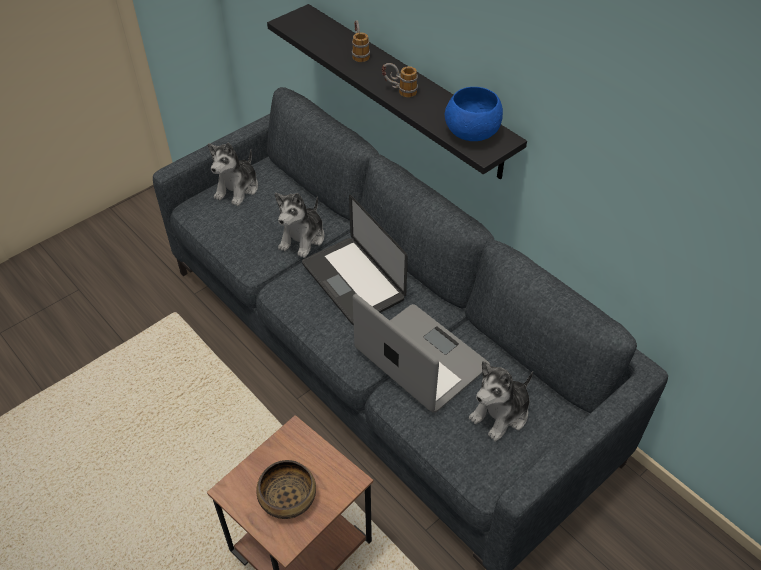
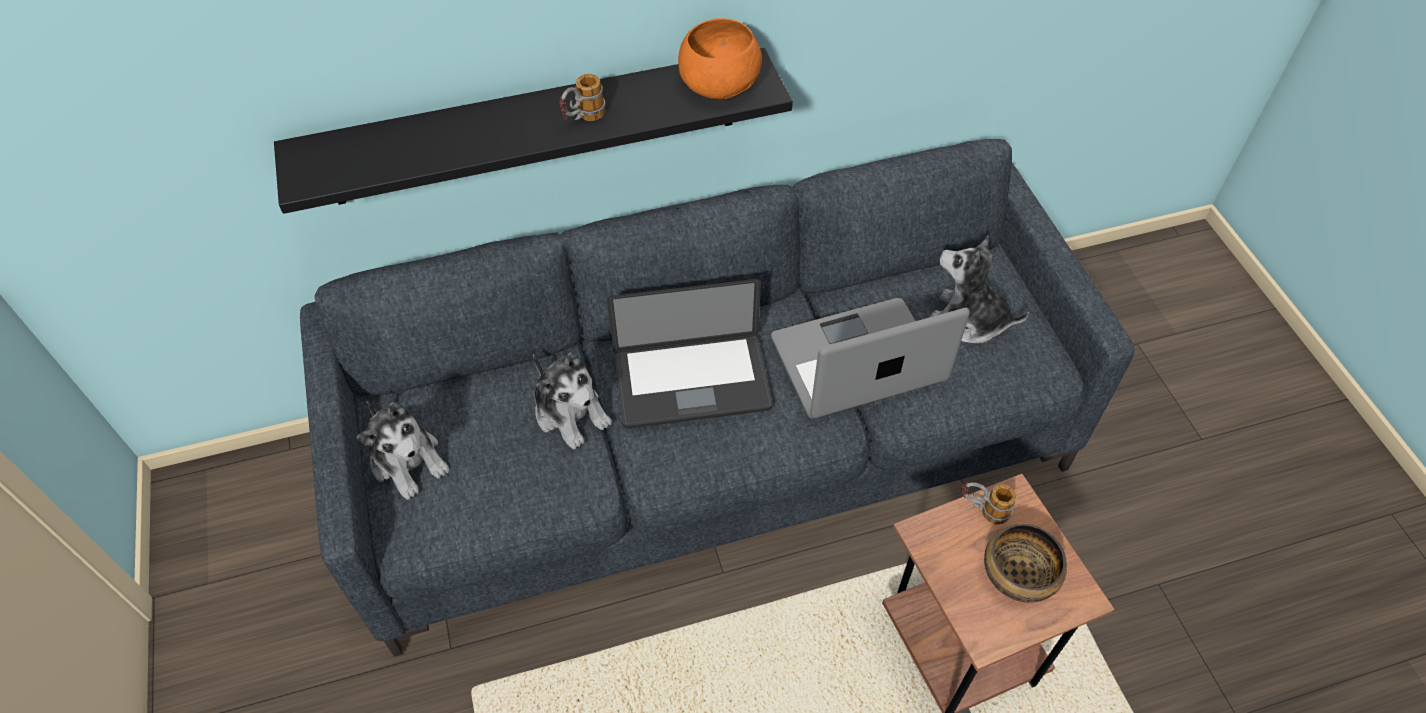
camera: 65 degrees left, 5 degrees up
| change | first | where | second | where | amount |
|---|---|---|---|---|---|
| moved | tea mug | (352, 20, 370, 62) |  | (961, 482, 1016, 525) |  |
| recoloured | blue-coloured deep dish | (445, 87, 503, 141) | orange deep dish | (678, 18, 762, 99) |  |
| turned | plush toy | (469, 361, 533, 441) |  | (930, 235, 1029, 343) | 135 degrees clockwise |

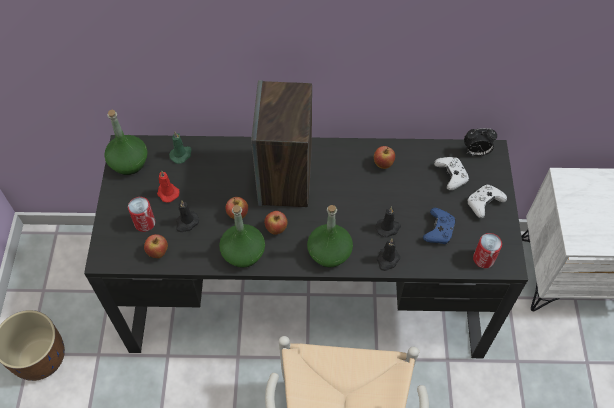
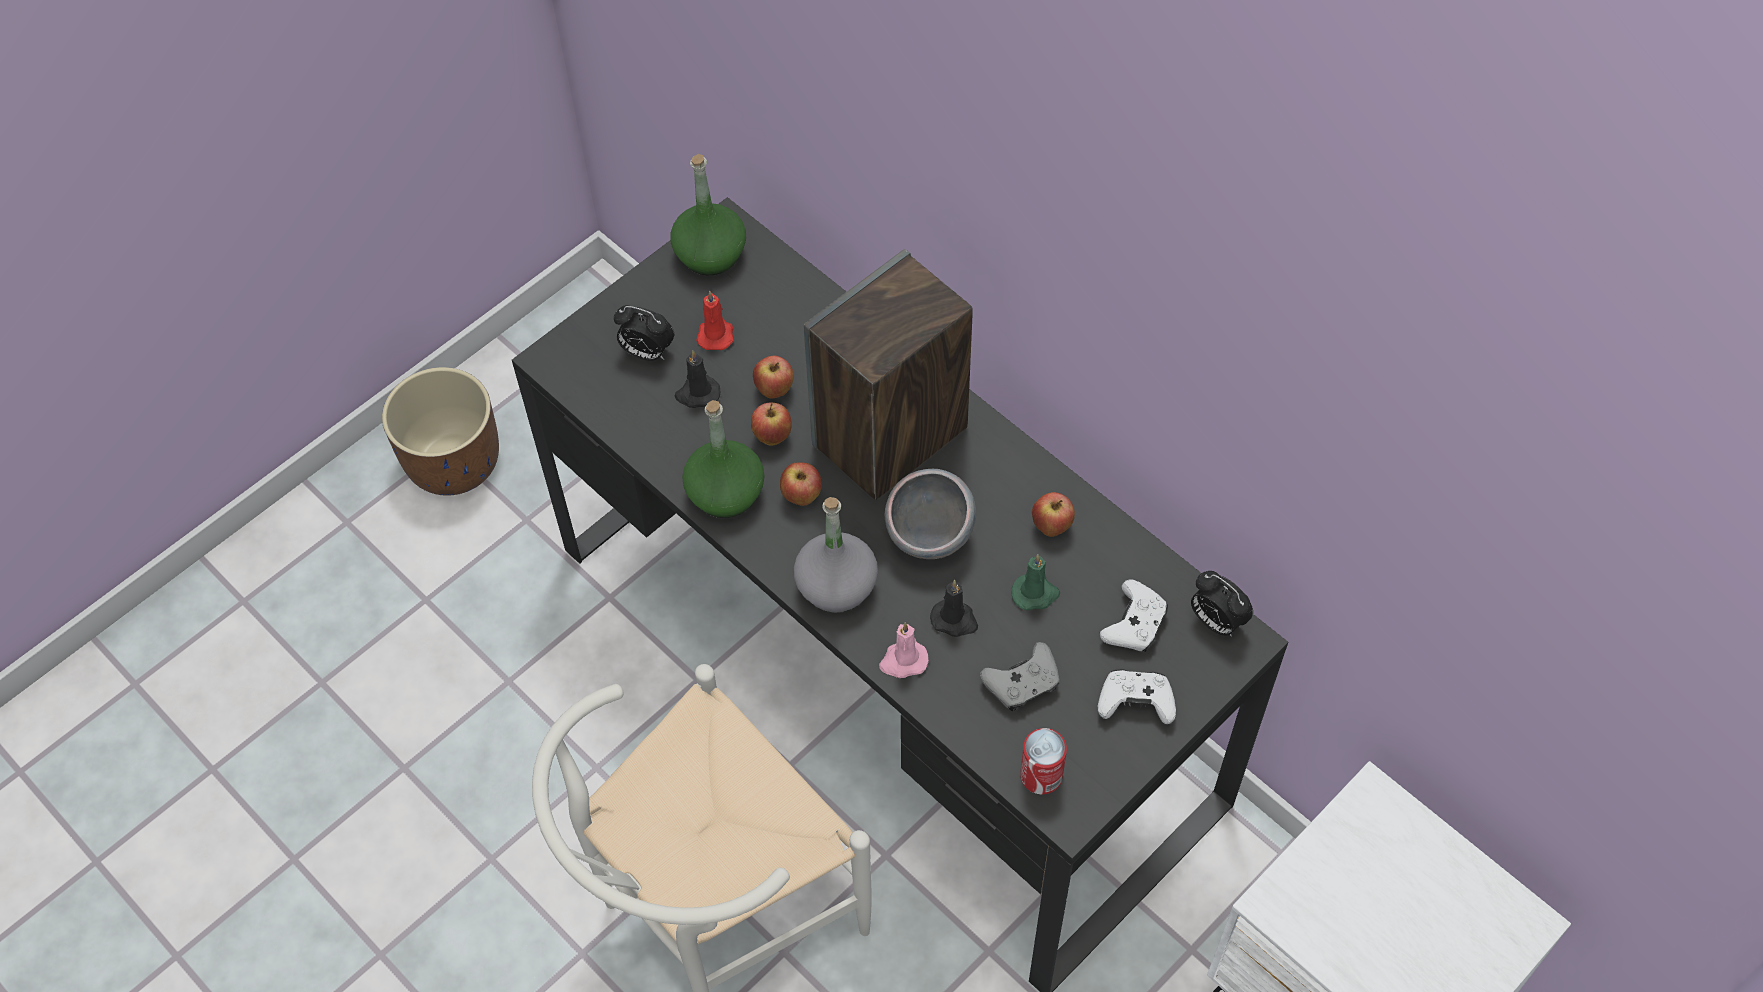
camera: 45 degrees right, 0 degrees up
| change | first | where | second | where | amount |
|---|---|---|---|---|---|
| moved | green-coloured wax light | (169, 132, 192, 164) |  | (1011, 554, 1060, 611) |  |
| replaced | sealed can | (128, 197, 155, 232) | table clock | (614, 305, 674, 361) |  |
| recoloured | green-coloured drink bottle | (307, 205, 353, 267) | gray drink bottle | (794, 497, 878, 613) |  |
| recoloured | blue-coloured gamepad | (423, 208, 456, 244) | gray gamepad | (980, 642, 1059, 711) |  |
| moved | whole apple | (144, 234, 168, 258) |  | (753, 356, 794, 399) |  |
| recoloured | blackish wax light | (377, 239, 400, 271) | pinkish wax light | (879, 622, 929, 678) |  |
| added |  |  | gray deep dish | (885, 469, 976, 559) |  |

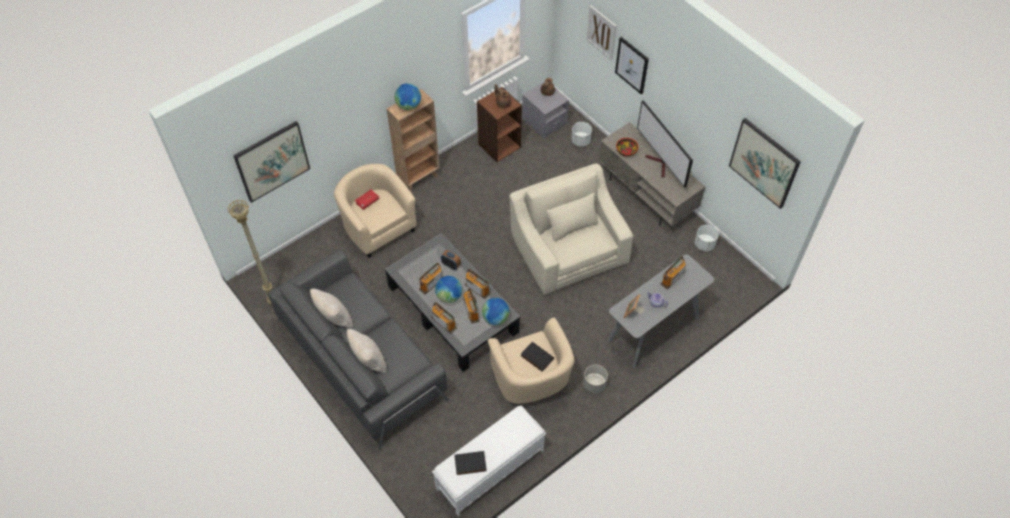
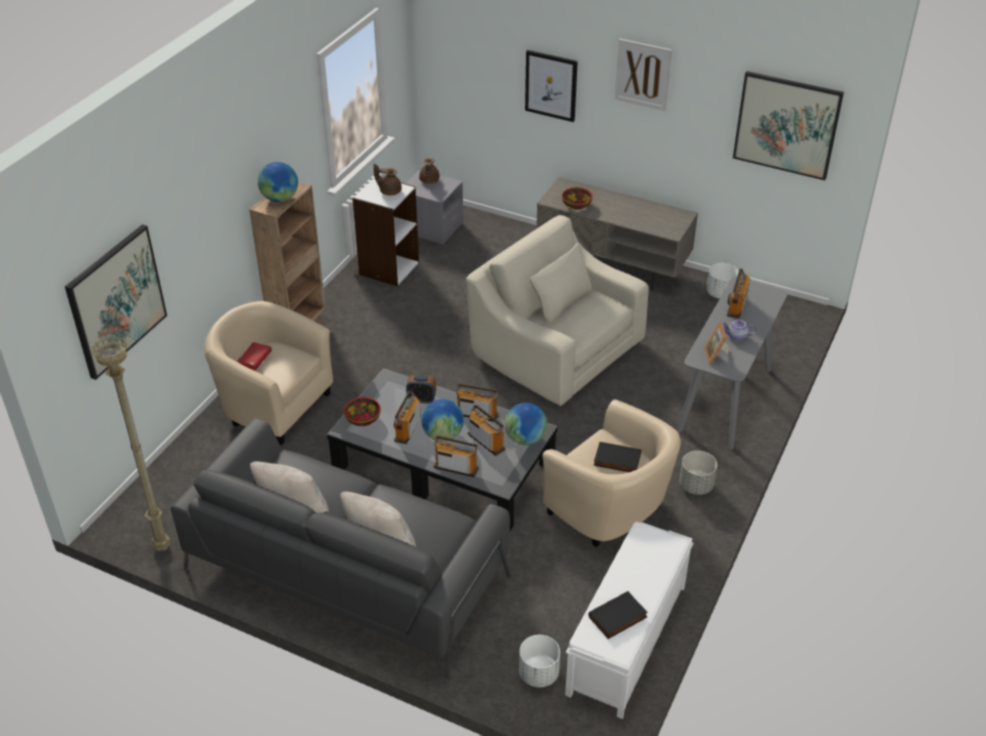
camera: 25 degrees left, 15 degrees down
| change | first | where | second | where | amount |
|---|---|---|---|---|---|
| moved | wall picture | (587, 5, 617, 60) |  | (615, 39, 672, 111) |  |
| recoloured | brown-coloured shelving unit | (477, 87, 522, 162) | white-coloured shelving unit | (352, 177, 419, 286) |  |
| removed | TV set | (637, 100, 693, 187) |  |  |  |
| moved | white-coloured flower pot | (571, 122, 592, 147) |  | (519, 635, 560, 687) |  |
| added |  |  | deep dish | (344, 397, 381, 426) |  |

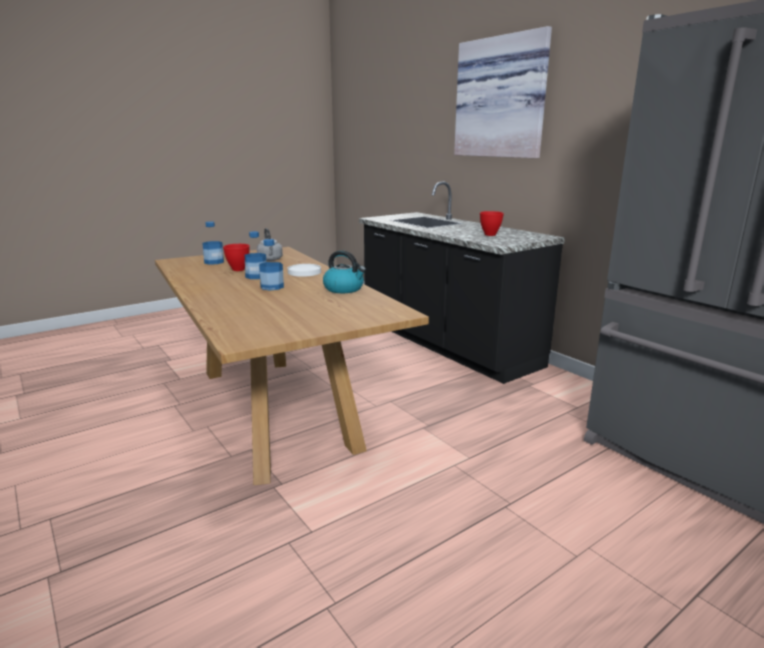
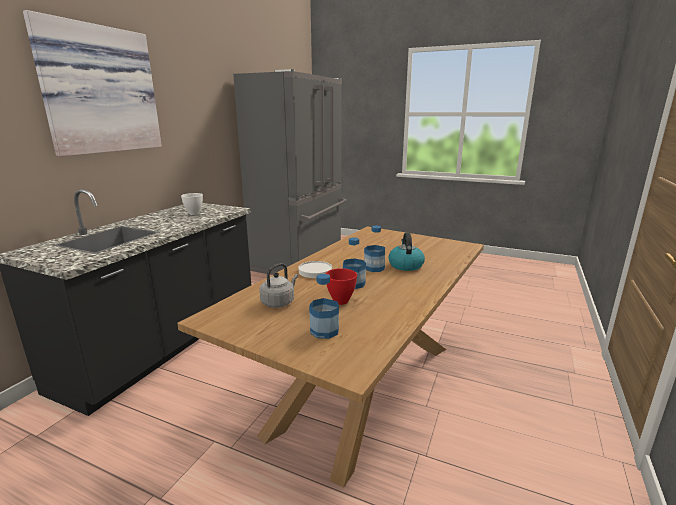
camera: 120 degrees left, 0 degrees up
| change | first | where | second | where | amount |
|---|---|---|---|---|---|
| recoloured | red deep dish | (480, 211, 504, 236) | white-coloured deep dish | (181, 193, 203, 215) |  |
| moved | kettle | (323, 250, 366, 293) |  | (389, 233, 425, 271) |  |

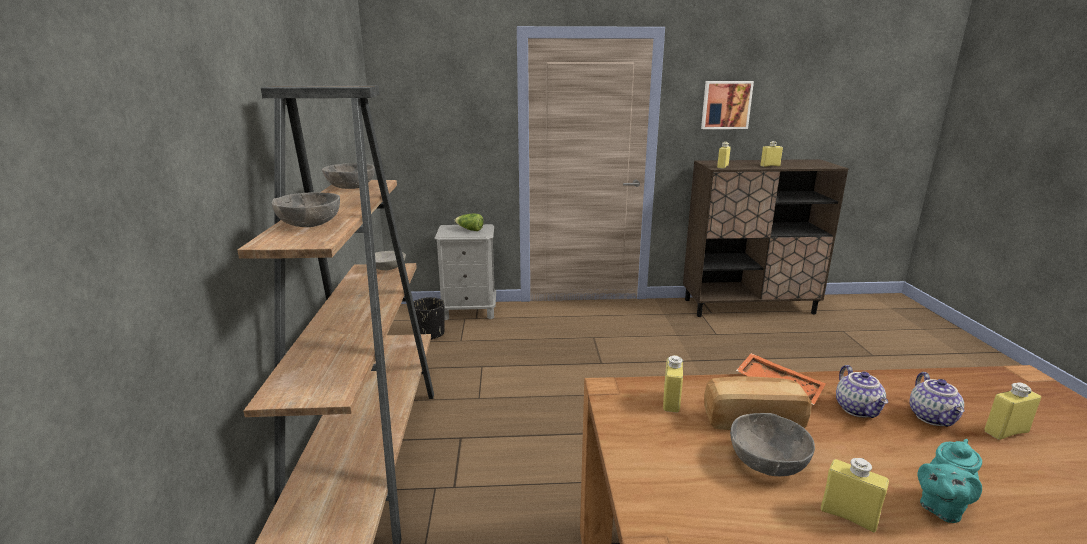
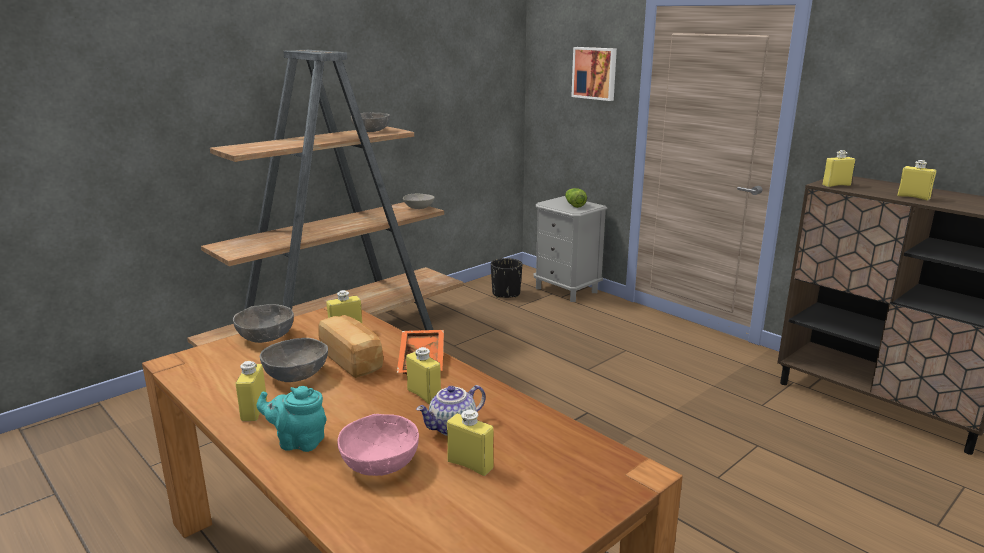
camera: 50 degrees right, 0 degrees up
| change | first | where | second | where | amount |
|---|---|---|---|---|---|
| moved | wall picture | (701, 81, 754, 129) |  | (571, 47, 617, 101) |  |
| moved | gray deep dish | (272, 192, 340, 227) |  | (233, 304, 294, 343) |  |
| replaced | pot for tea | (836, 365, 888, 418) | yellow drink bottle | (406, 347, 441, 404) |  |
| added |  |  | pinkish deep dish | (337, 414, 419, 476) |  |

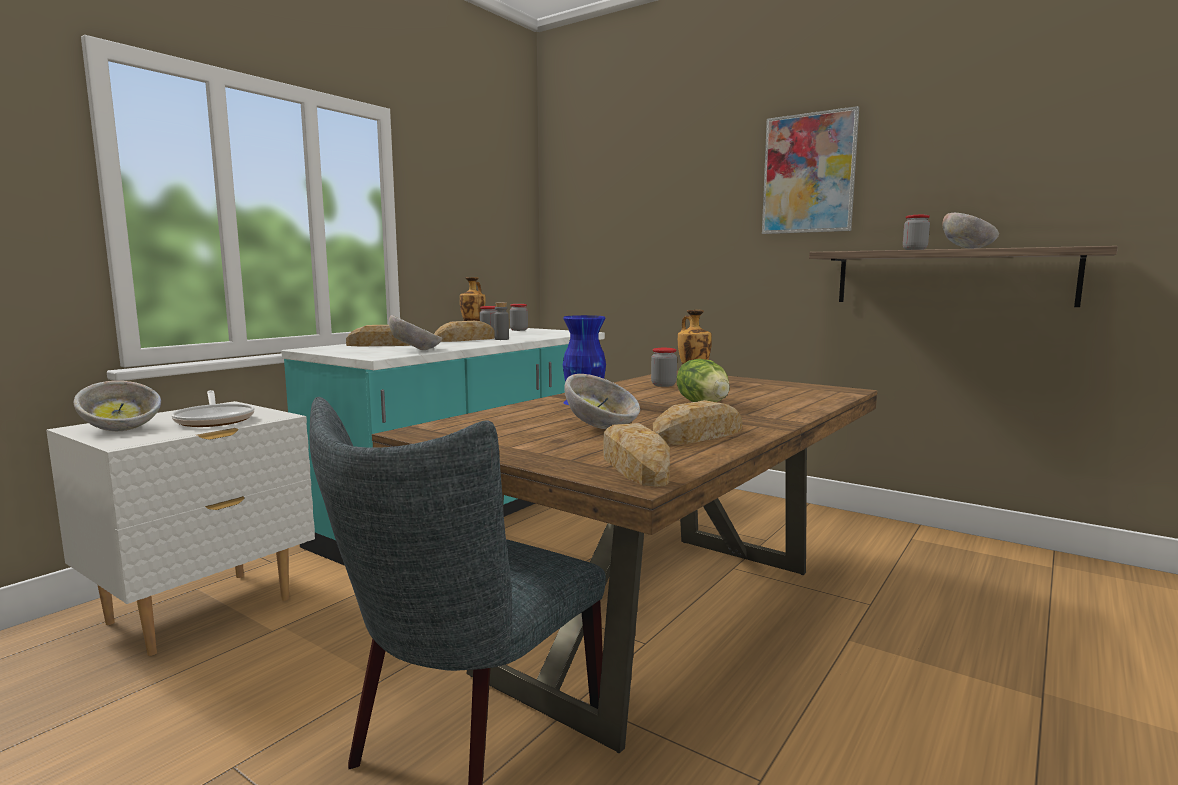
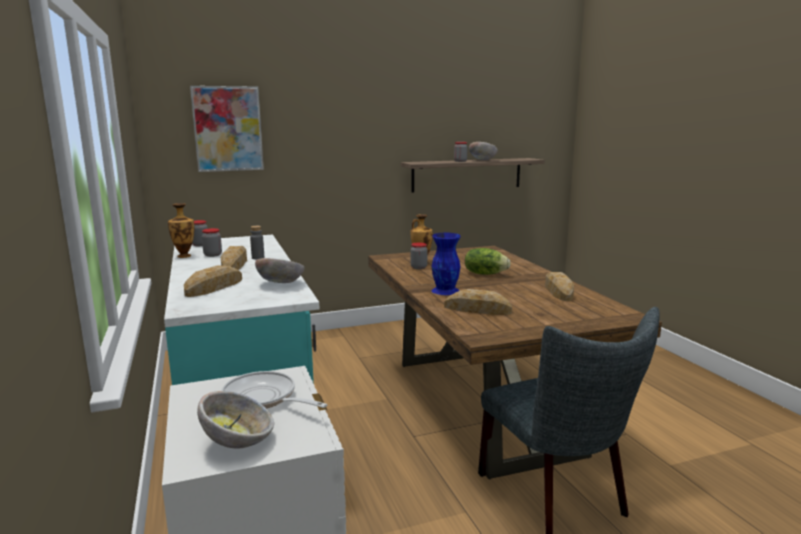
camera: 55 degrees left, 5 degrees up
| change | first | where | second | where | amount |
|---|---|---|---|---|---|
| moved | wall picture | (762, 106, 859, 234) |  | (190, 86, 264, 172) |  |
| removed | deep dish | (564, 374, 640, 429) |  |  |  |
| turned | skillet | (171, 390, 255, 427) |  | (221, 371, 327, 408) | 150 degrees counterclockwise |
| moved | bakery bread | (603, 423, 670, 487) |  | (444, 289, 512, 315) |  |

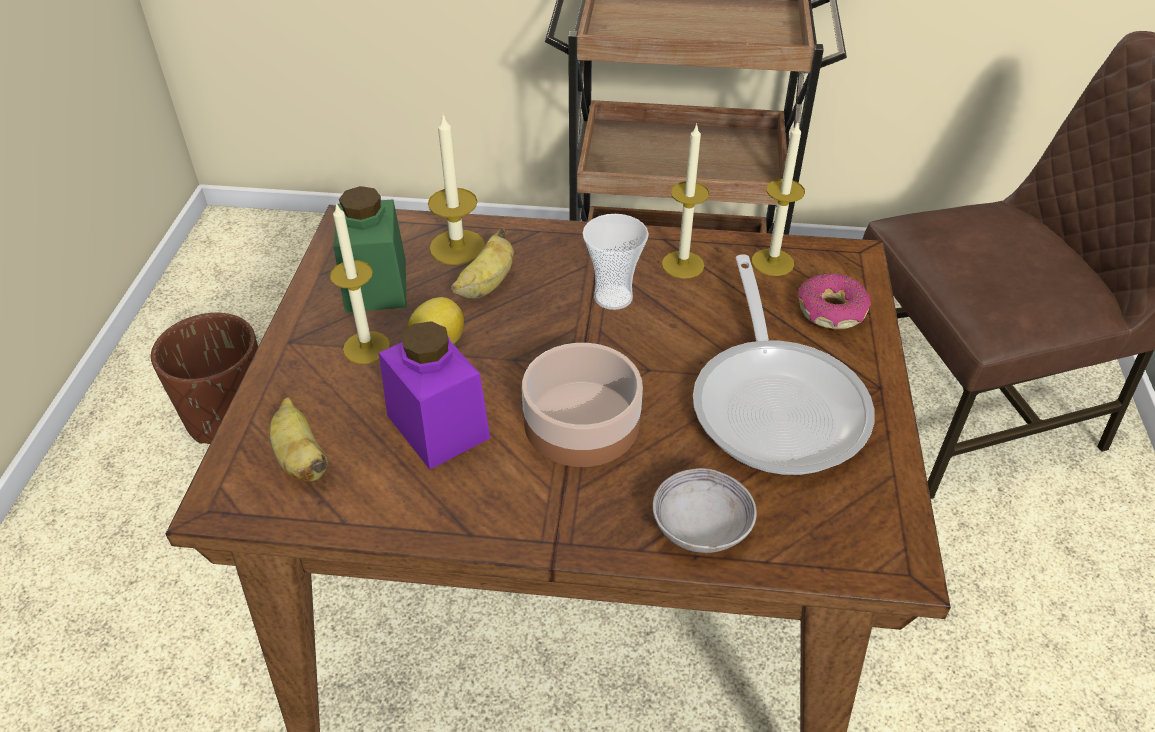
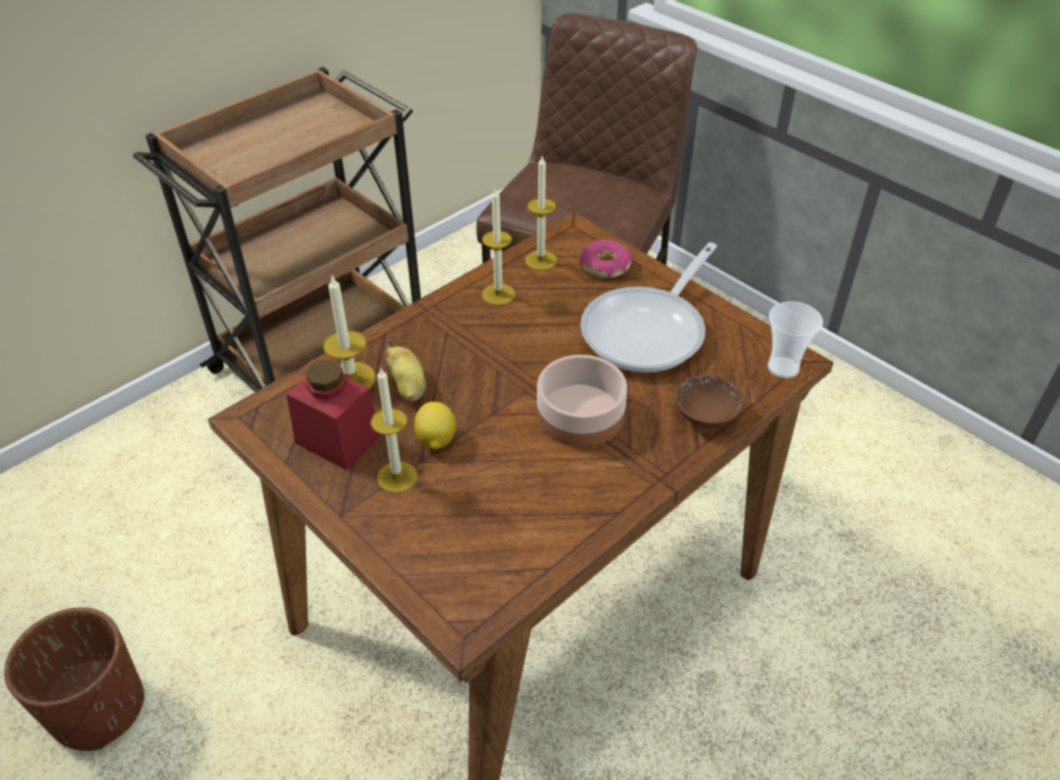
camera: 50 degrees left, 0 degrees up
| change | first | where | second | where | amount |
|---|---|---|---|---|---|
| recoloured | green-coloured storage jar | (334, 186, 406, 313) | red storage jar | (286, 360, 381, 470) |  |
| moved | small cup | (583, 214, 649, 310) |  | (767, 301, 823, 378) |  |
| turned | skillet | (693, 254, 874, 475) |  | (580, 242, 717, 373) | 90 degrees clockwise |
| removed | purple-coloured storage jar | (379, 321, 490, 469) |  |  |  |
| removed | banana | (269, 397, 328, 481) |  |  |  |
| recoloured | gray deep dish | (653, 468, 757, 553) | brown-coloured deep dish | (676, 375, 744, 428) |  |

